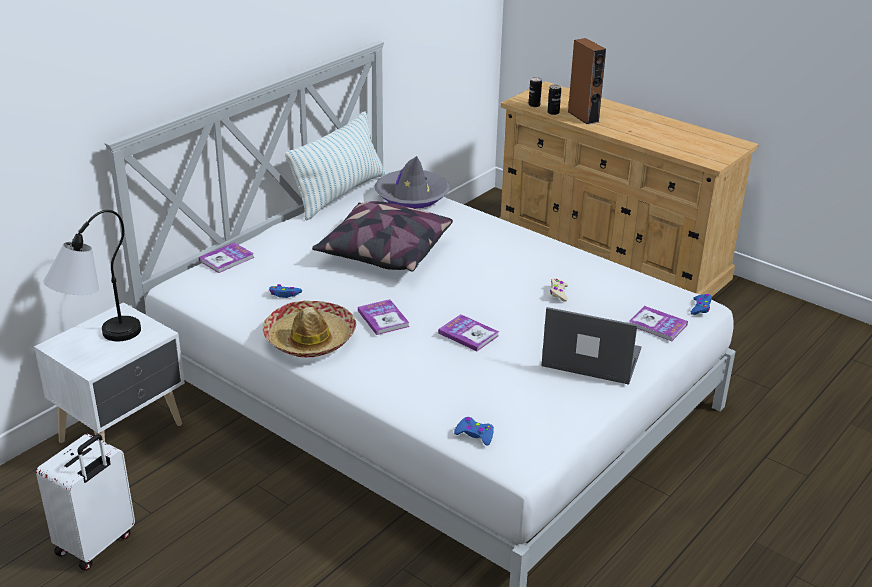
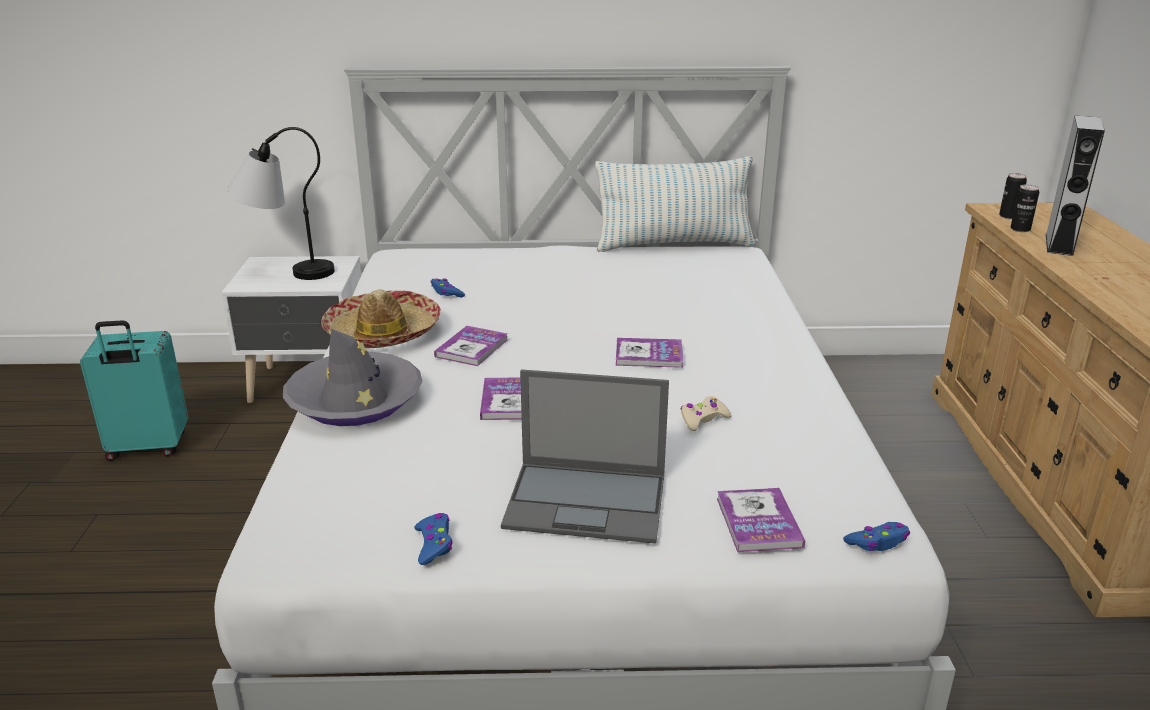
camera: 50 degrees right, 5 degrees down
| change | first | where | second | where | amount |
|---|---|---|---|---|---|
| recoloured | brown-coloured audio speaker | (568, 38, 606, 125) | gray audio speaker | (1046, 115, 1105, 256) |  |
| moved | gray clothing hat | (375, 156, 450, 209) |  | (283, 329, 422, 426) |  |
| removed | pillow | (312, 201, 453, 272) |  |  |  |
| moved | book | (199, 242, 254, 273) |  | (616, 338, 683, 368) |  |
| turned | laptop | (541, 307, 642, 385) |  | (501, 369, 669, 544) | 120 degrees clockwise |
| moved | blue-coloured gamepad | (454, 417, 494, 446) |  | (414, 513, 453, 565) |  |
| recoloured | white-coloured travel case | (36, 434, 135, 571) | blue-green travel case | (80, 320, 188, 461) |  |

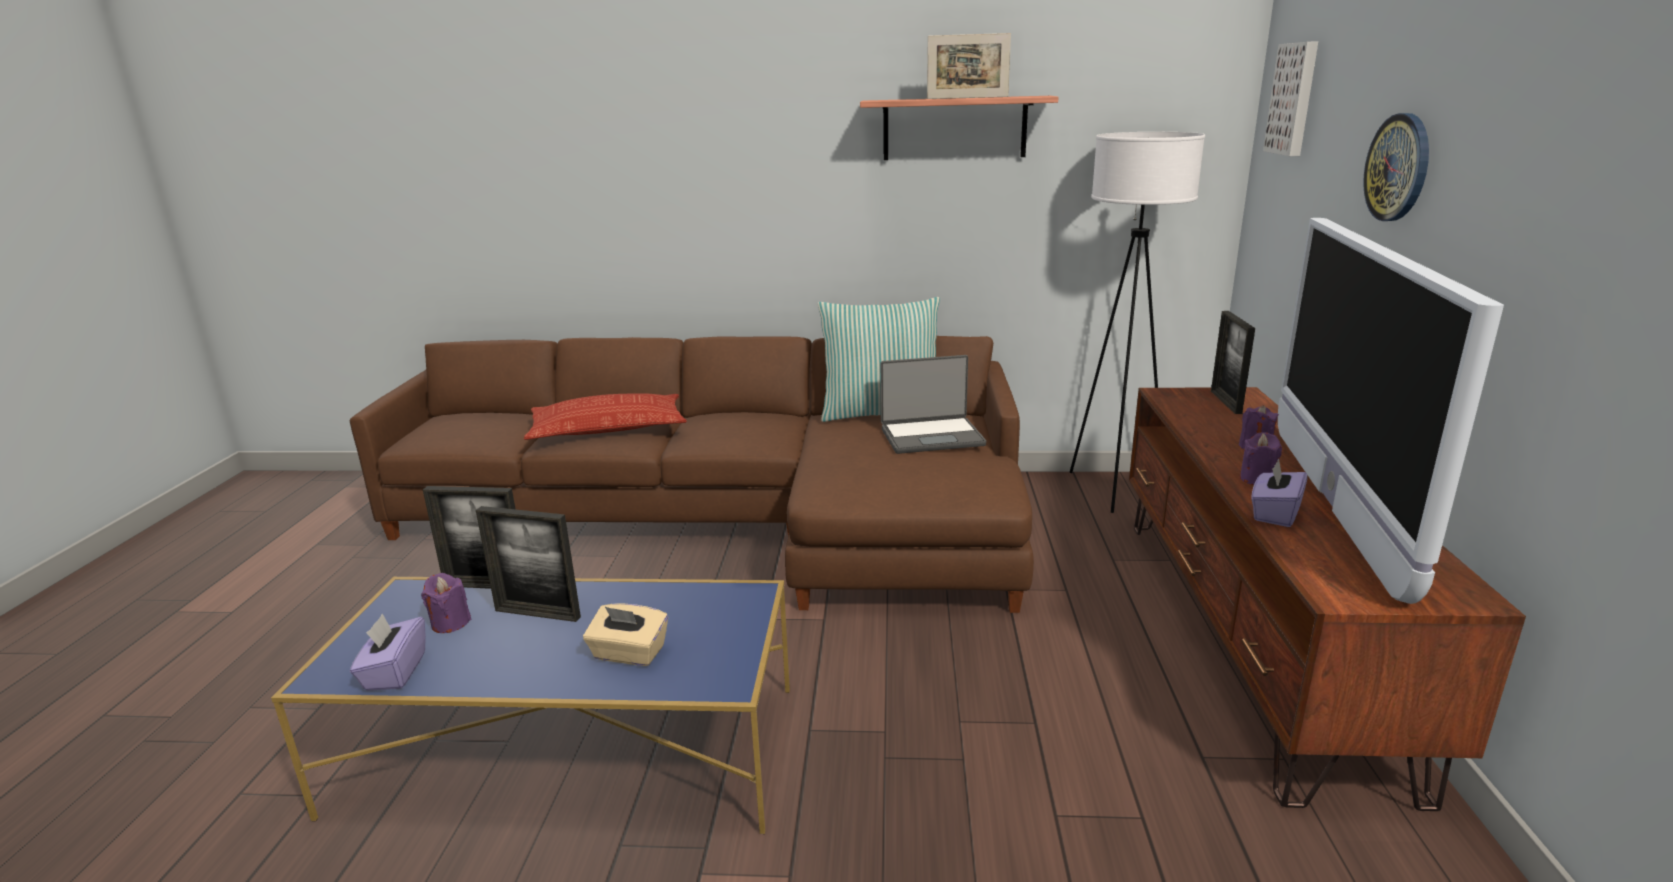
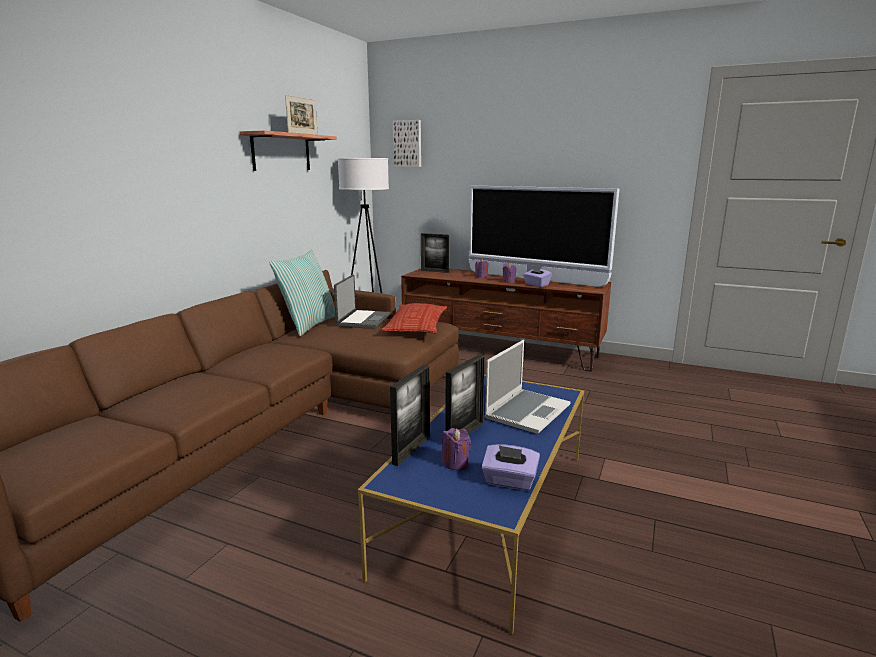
camera: 70 degrees left, 5 degrees down
| change | first | where | second | where | amount |
|---|---|---|---|---|---|
| removed | wall clock | (1363, 113, 1429, 221) |  |  |  |
| moved | pillow | (524, 393, 687, 440) |  | (381, 303, 447, 334) |  |
| replaced | beige-coloured tissue holder | (583, 603, 668, 666) | laptop | (484, 340, 571, 434) |  |

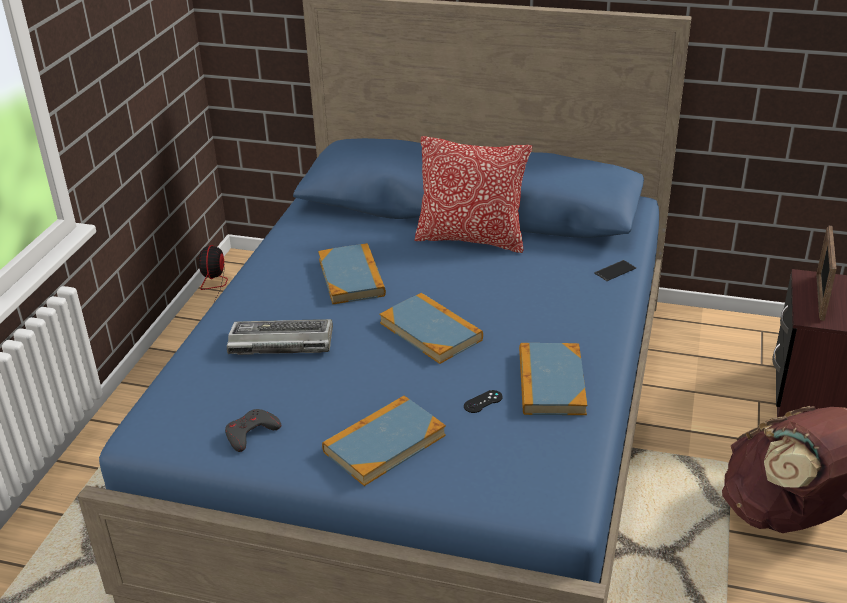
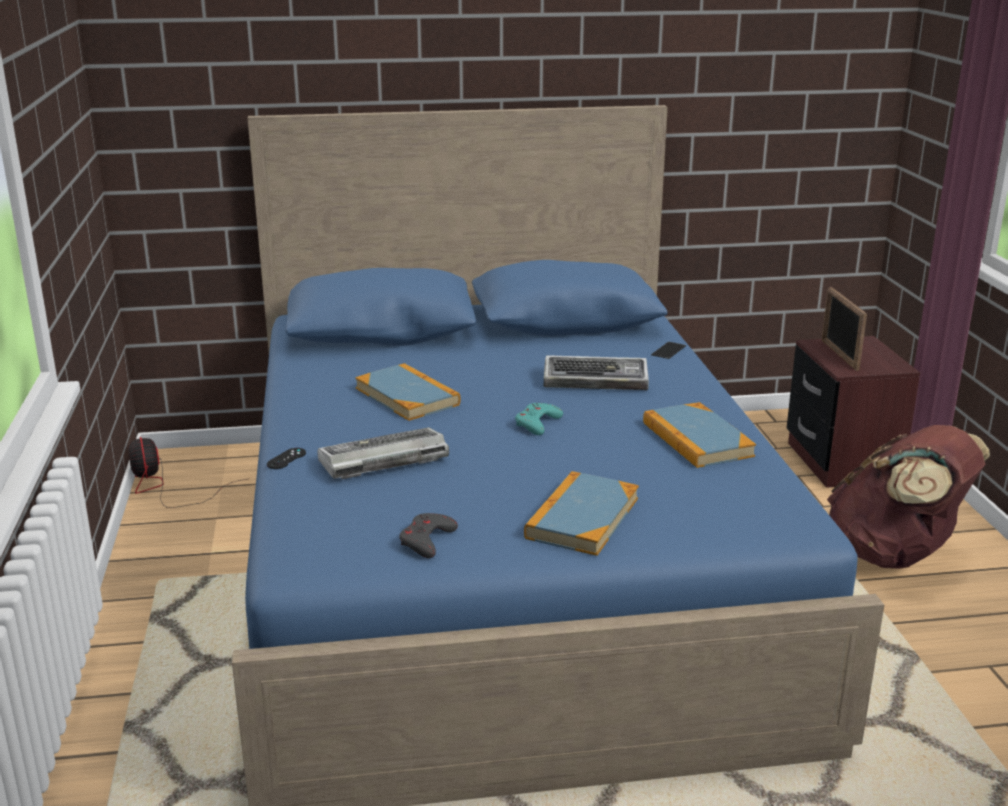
camera: 25 degrees left, 10 degrees down
| change | first | where | second | where | amount |
|---|---|---|---|---|---|
| removed | pillow | (414, 136, 532, 253) |  |  |  |
| replaced | book | (380, 293, 483, 364) | blue-green gamepad | (515, 403, 563, 435) |  |
| moved | blackish gamepad | (464, 390, 503, 413) |  | (267, 448, 306, 469) |  |
| added |  |  | keyboard | (543, 355, 649, 390) |  |

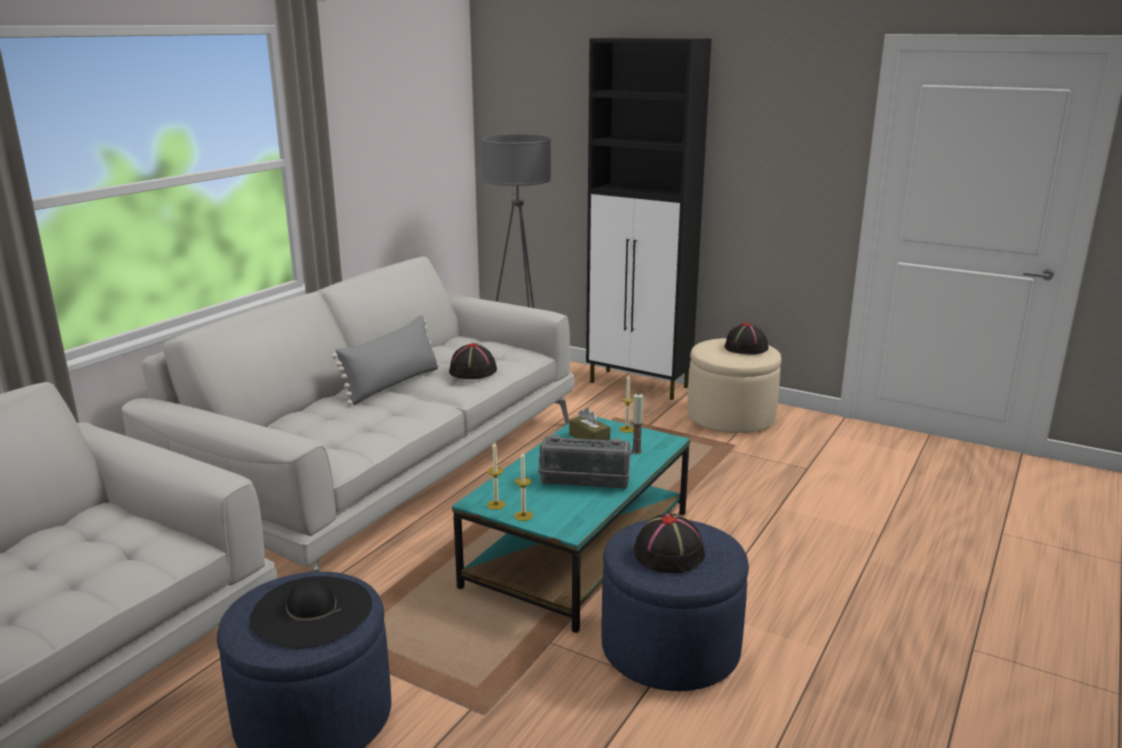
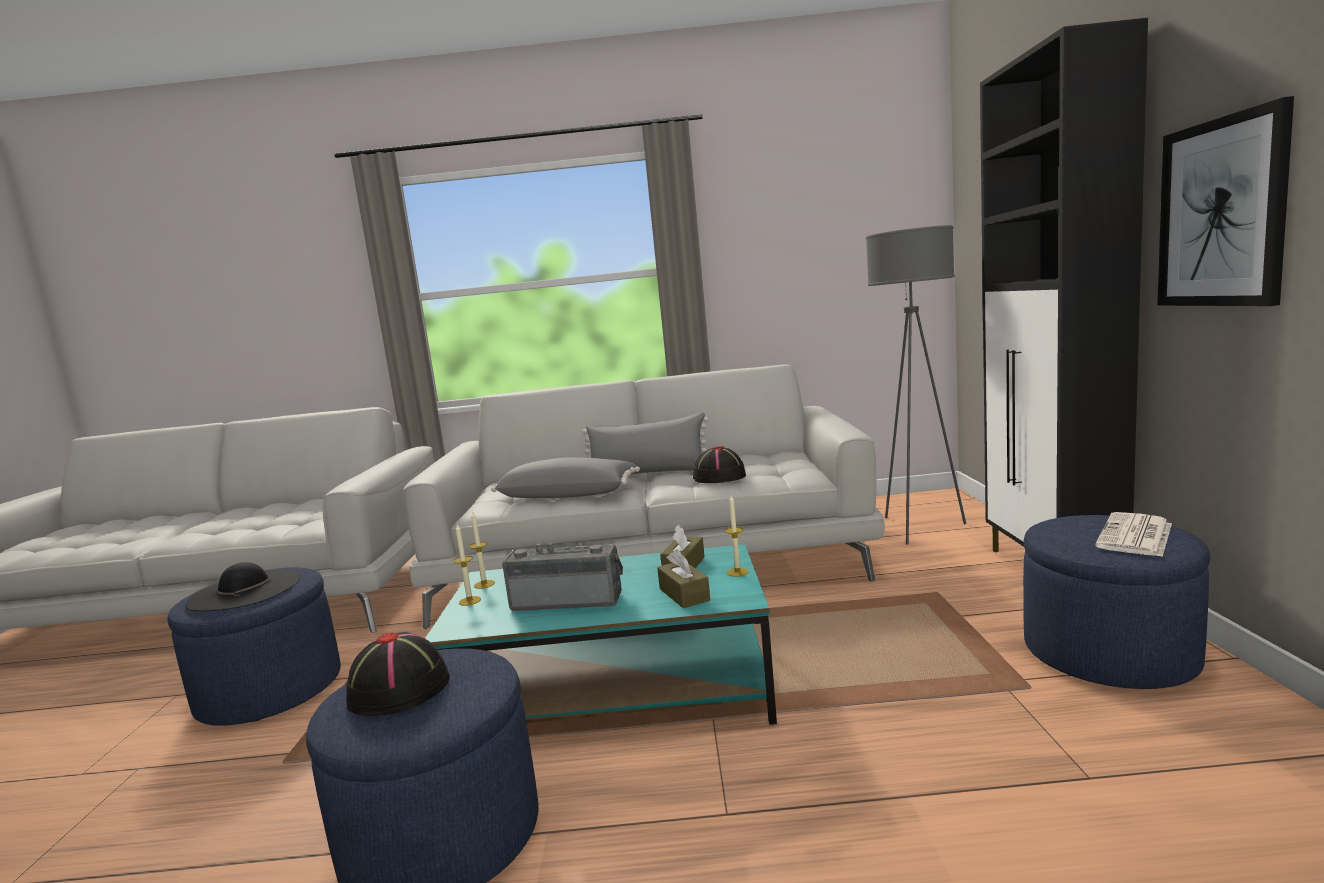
camera: 60 degrees right, 10 degrees down
| change | first | where | second | where | amount |
|---|---|---|---|---|---|
| replaced | blackish clothing hat | (724, 323, 769, 355) | printed paper | (1095, 512, 1172, 557) |  |
| recoloured | beige-coloured footrest | (687, 338, 782, 433) | blue-coloured footrest | (1023, 515, 1210, 689) |  |
| replaced | wax light | (631, 394, 644, 454) | brown-coloured tissue holder | (657, 549, 710, 608) |  |
| turned | radio receiver | (538, 435, 631, 489) |  | (502, 543, 623, 611) | 120 degrees clockwise |
| added |  |  | wall picture | (1157, 96, 1294, 306) |  |
| added |  |  | gray pillow | (491, 457, 640, 498) |  |

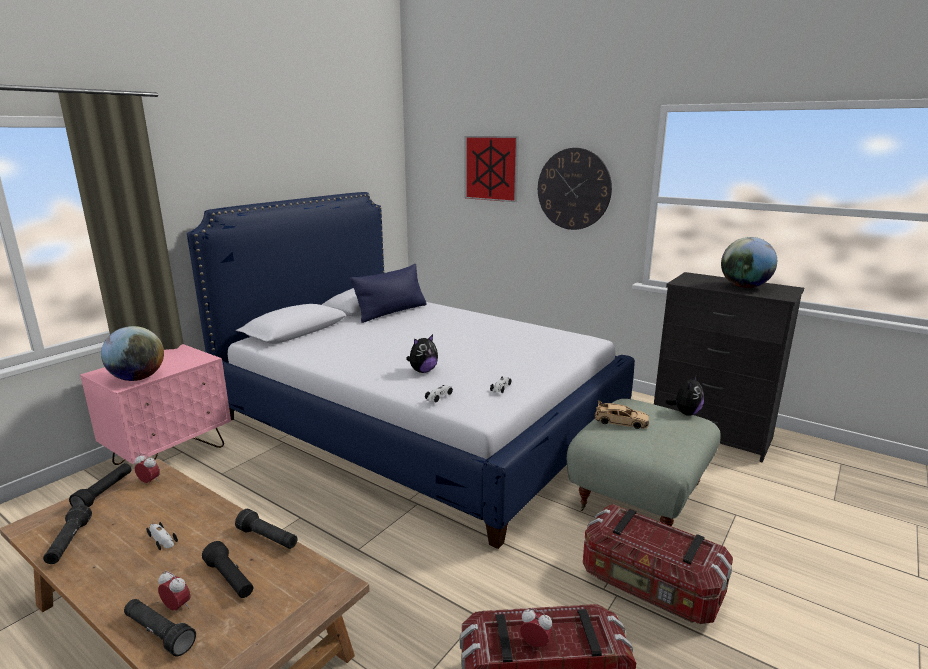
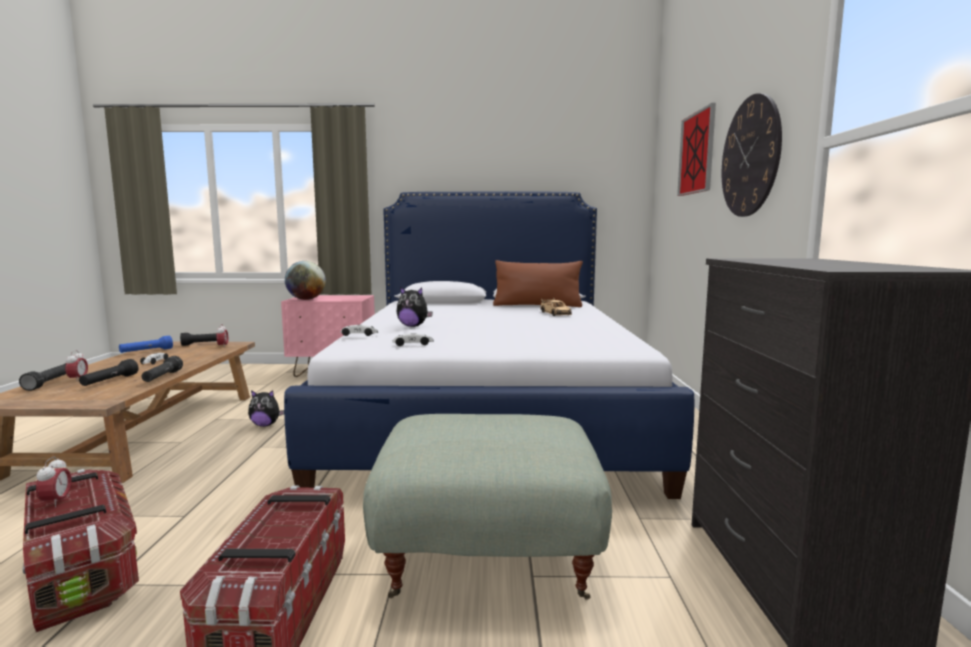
camera: 55 degrees right, 10 degrees down
| change | first | where | second | where | amount |
|---|---|---|---|---|---|
| removed | world globe | (721, 237, 777, 288) |  |  |  |
| recoloured | blue-coloured pillow | (350, 264, 427, 323) | brown-coloured pillow | (493, 260, 583, 307) |  |
| moved | plush toy | (665, 375, 704, 416) |  | (248, 390, 284, 427) |  |
| moved | beige-coloured toy car | (594, 401, 649, 429) |  | (540, 298, 572, 316) |  |
| recoloured | blackish torch | (43, 504, 92, 564) | blue-coloured torch | (119, 336, 173, 353) |  |

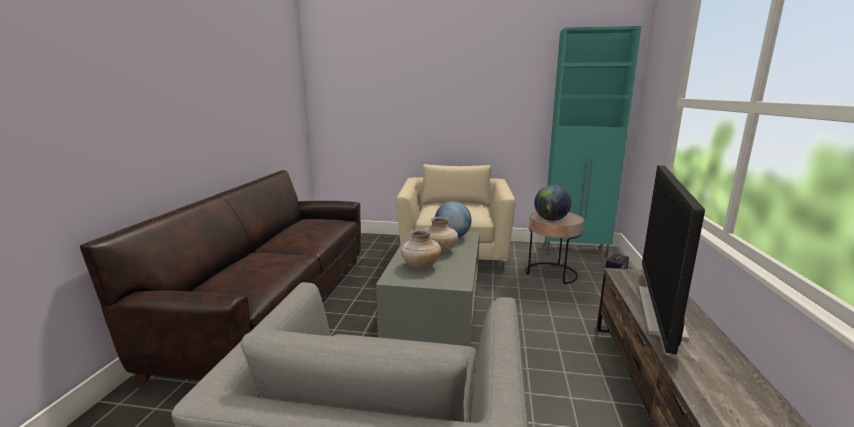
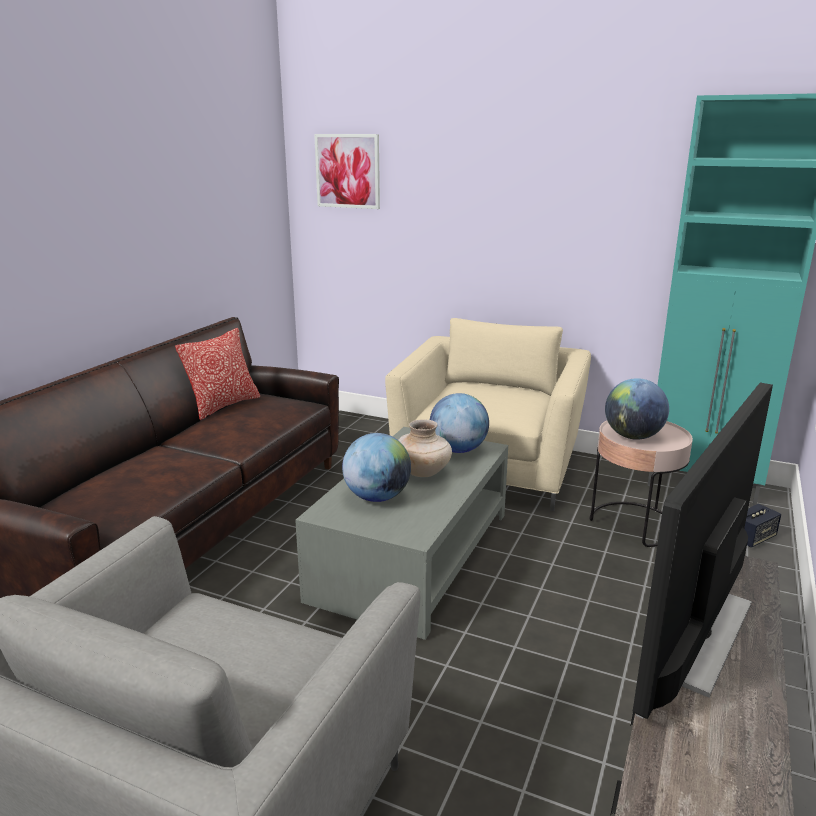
camera: 15 degrees right, 5 degrees up
| change | first | where | second | where | amount |
|---|---|---|---|---|---|
| replaced | beige-coloured decorative vase | (401, 229, 441, 269) | world globe | (342, 433, 411, 502) |  |
| added |  |  | wall picture | (314, 134, 380, 209) |  |
| added |  |  | pillow | (175, 328, 260, 420) |  |

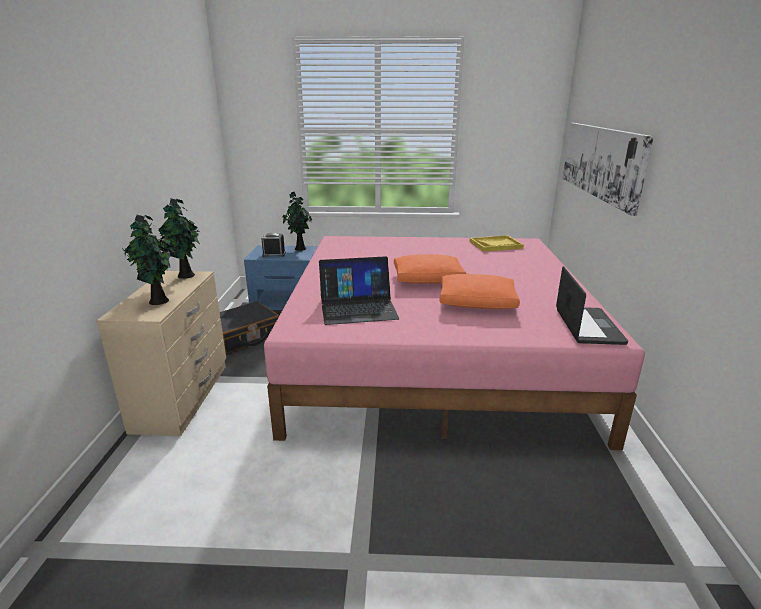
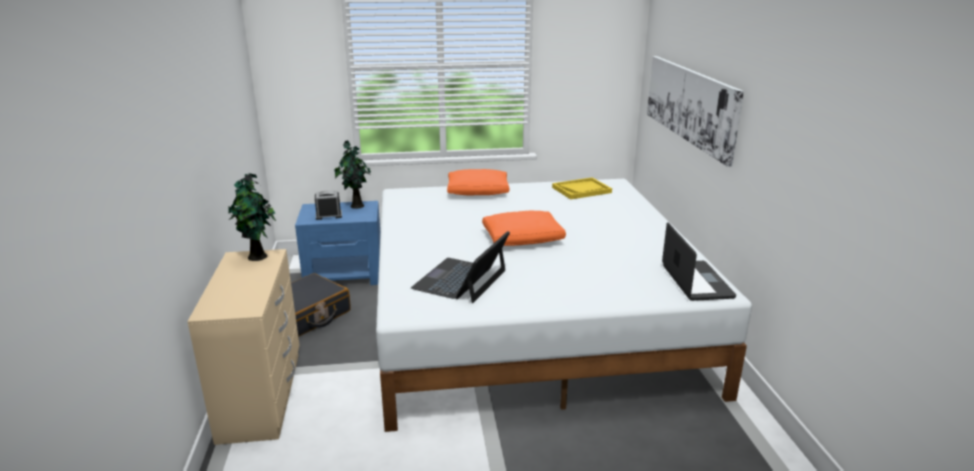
camera: 10 degrees left, 0 degrees up
| change | first | where | second | where | amount |
|---|---|---|---|---|---|
| removed | potted plant | (123, 215, 175, 305) |  |  |  |
| recoloured | pinkish bedroom bed | (264, 236, 645, 450) | white-coloured bedroom bed | (376, 179, 752, 432) |  |
| turned | laptop | (319, 256, 399, 325) |  | (411, 231, 510, 303) | 135 degrees clockwise |
| moved | orange pillow | (439, 274, 520, 309) |  | (447, 169, 509, 195) |  |

